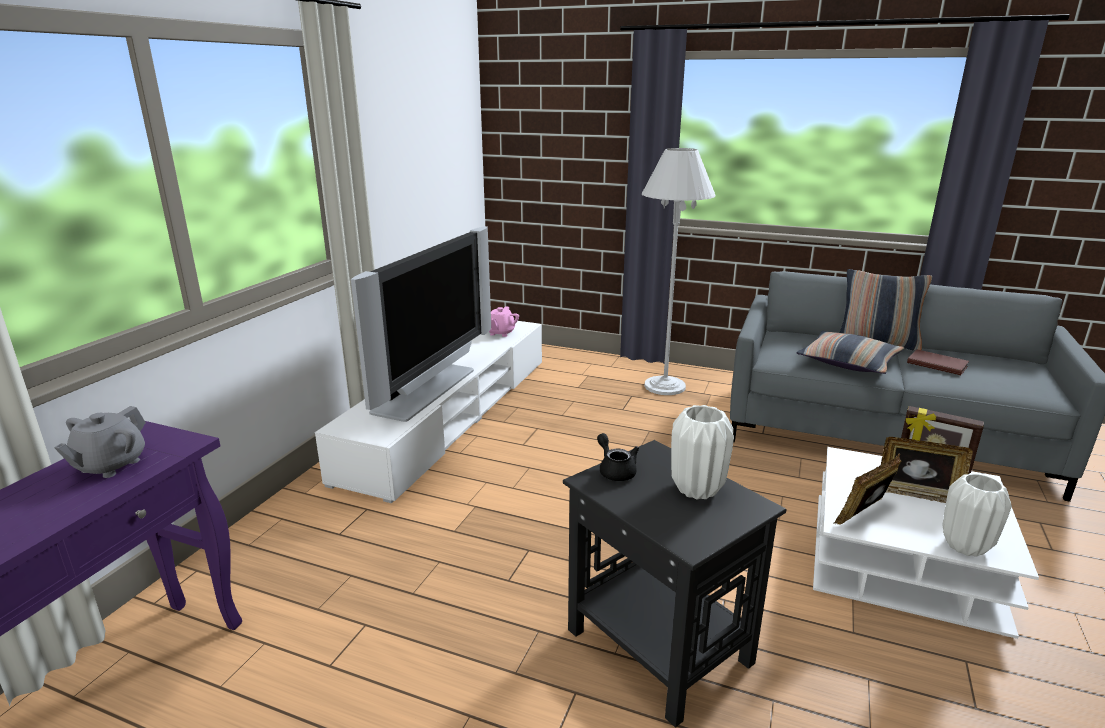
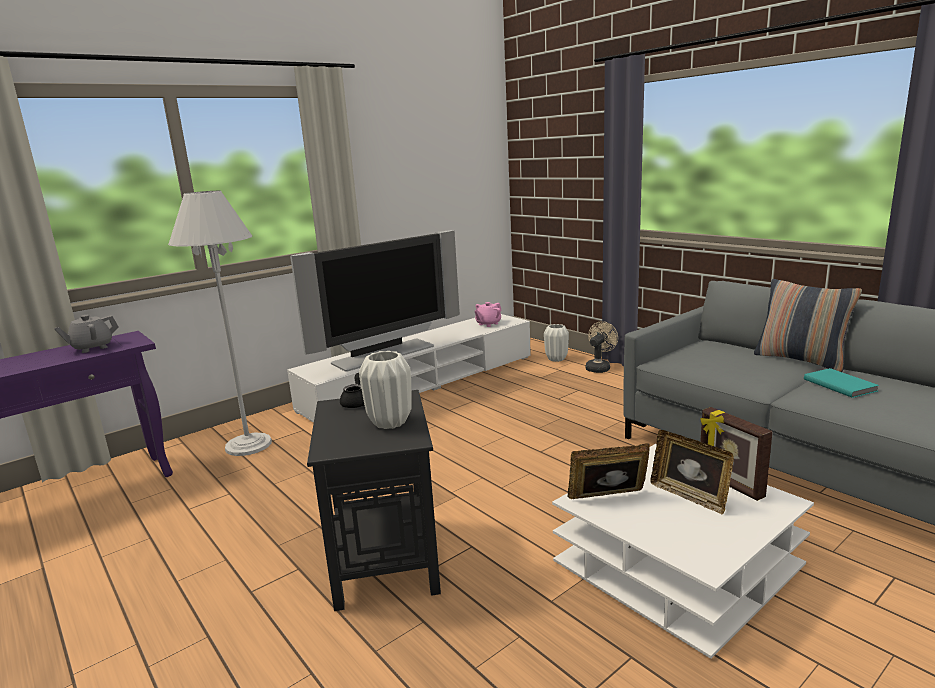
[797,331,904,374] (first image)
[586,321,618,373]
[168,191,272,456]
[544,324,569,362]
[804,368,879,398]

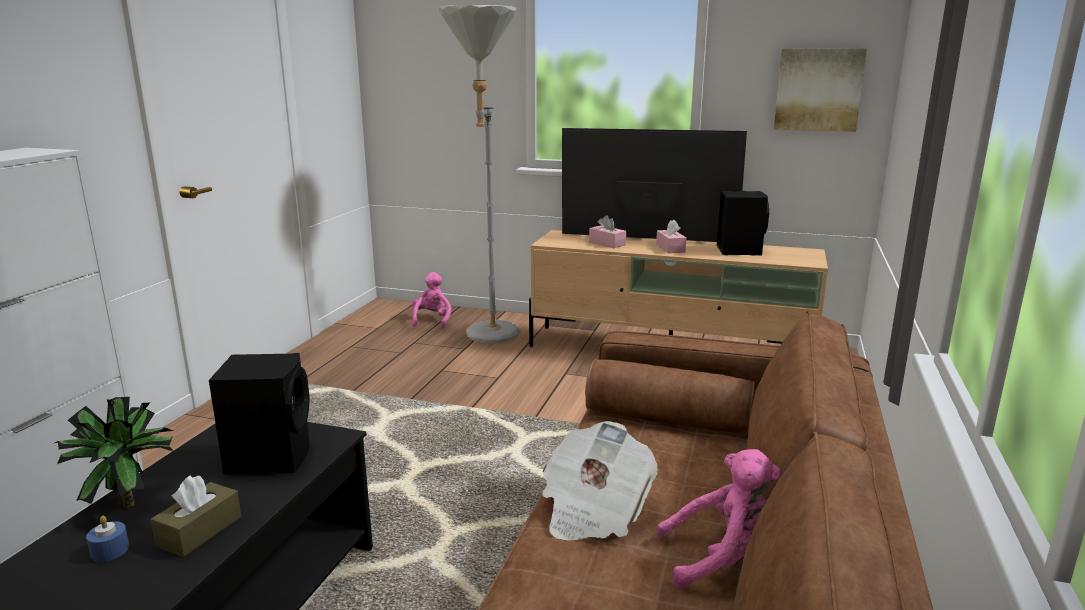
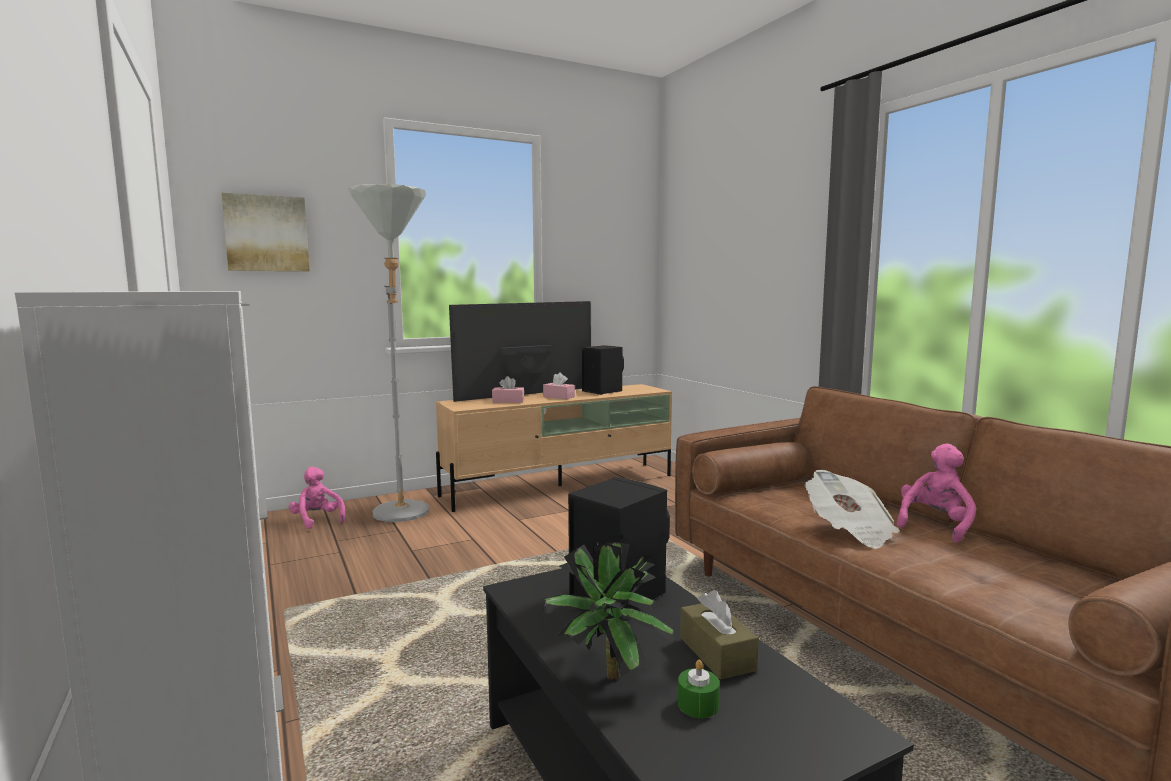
[222,193,310,271]
[678,660,720,718]

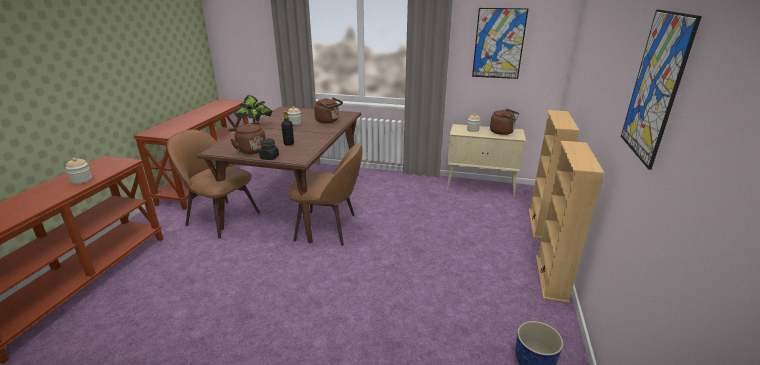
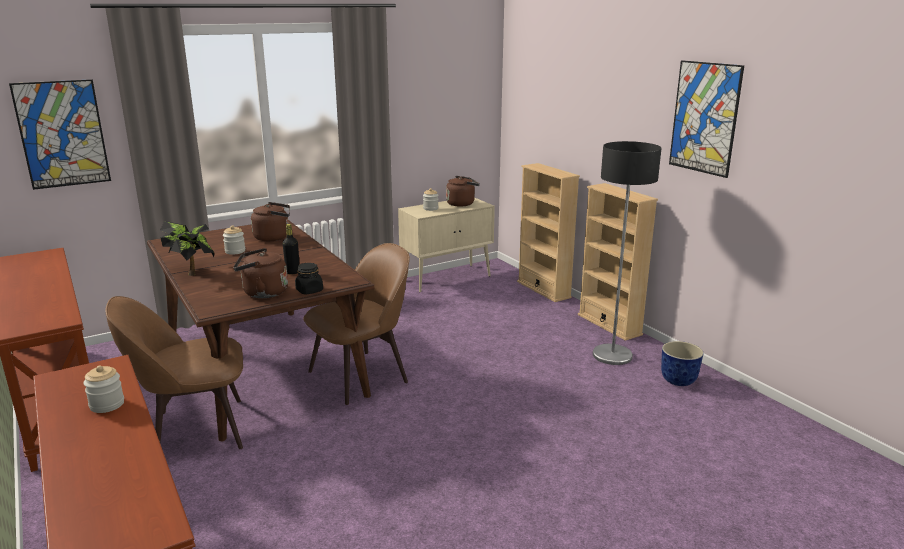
[593,141,662,365]
[9,79,111,190]

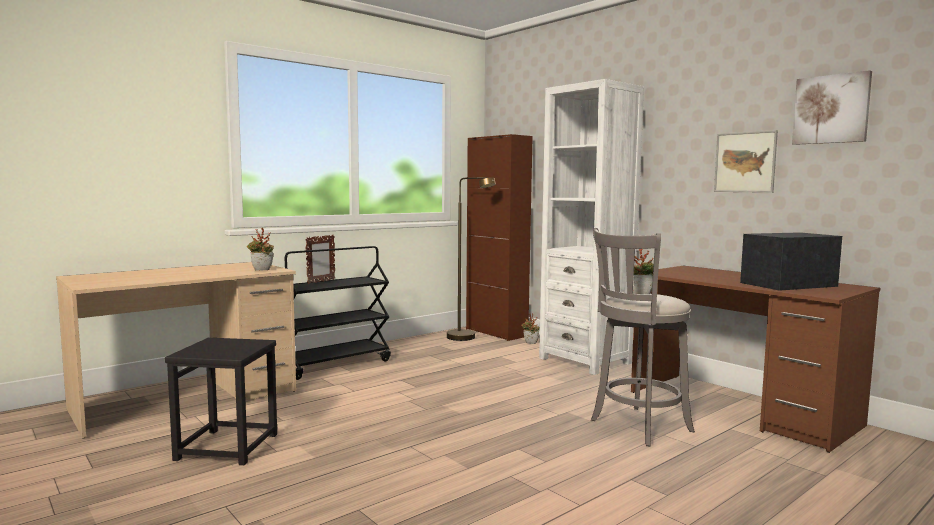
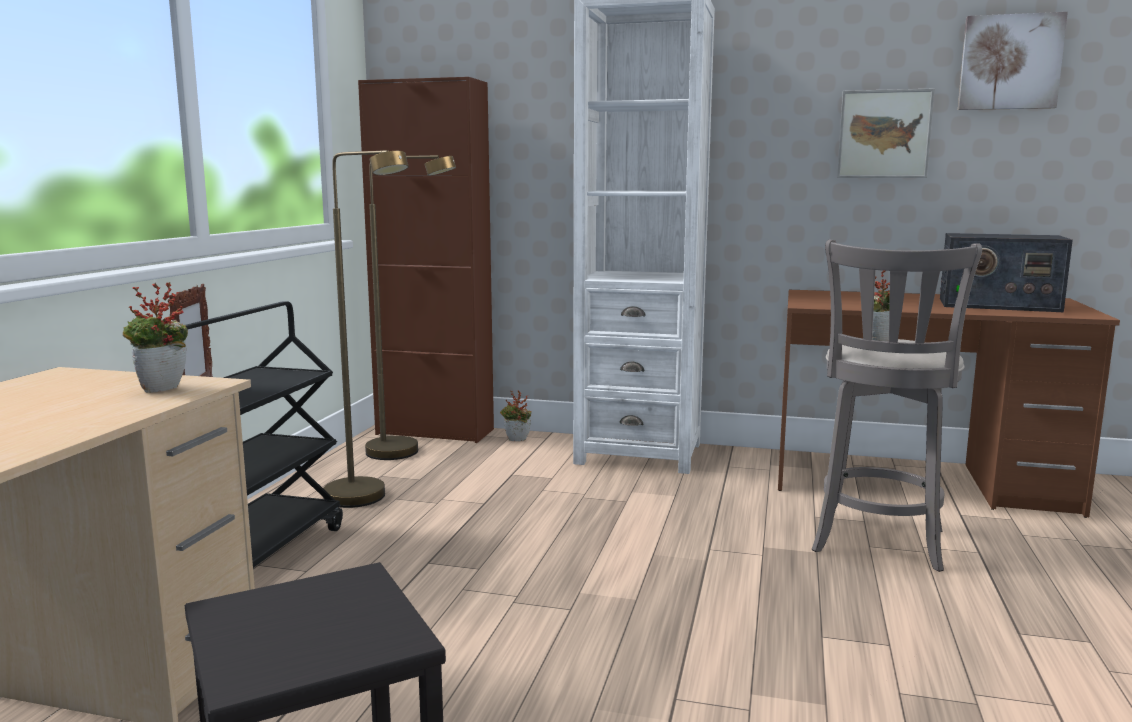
[323,150,409,508]
[940,233,1073,312]

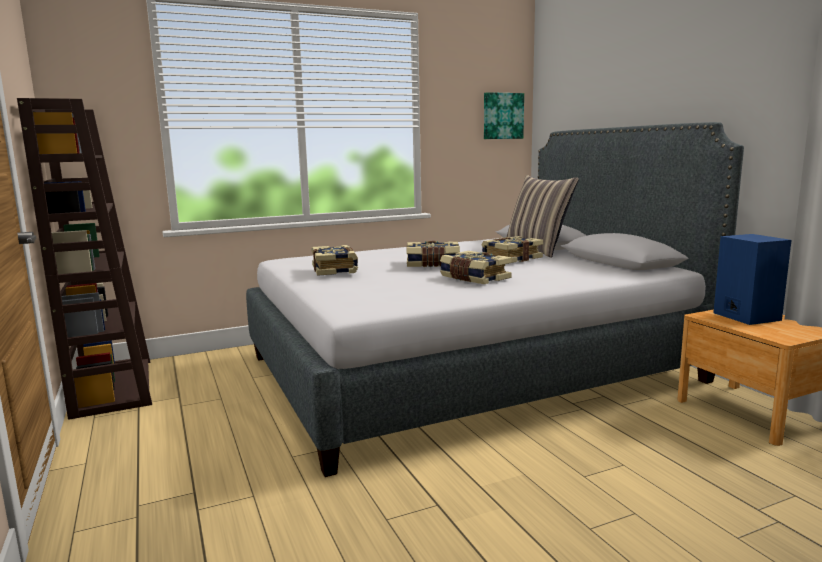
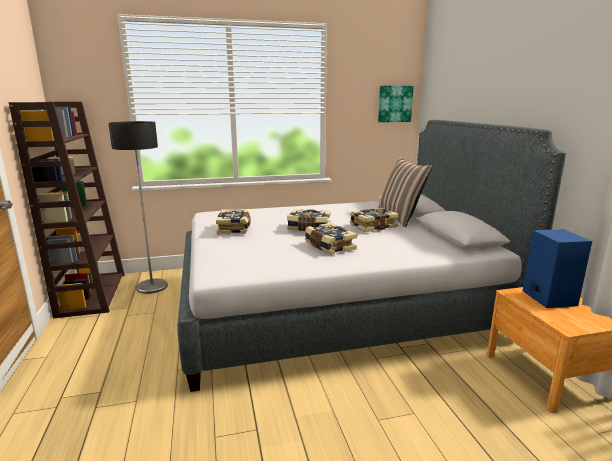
[108,121,168,294]

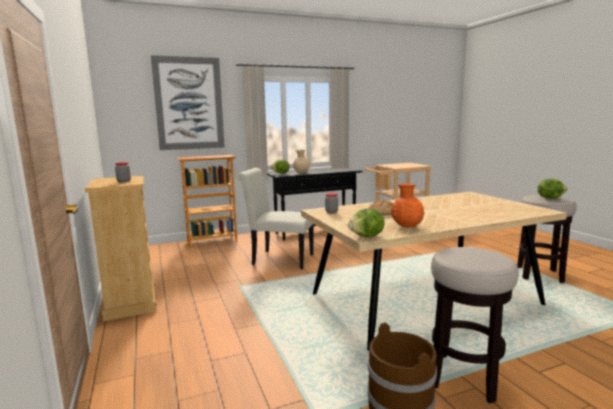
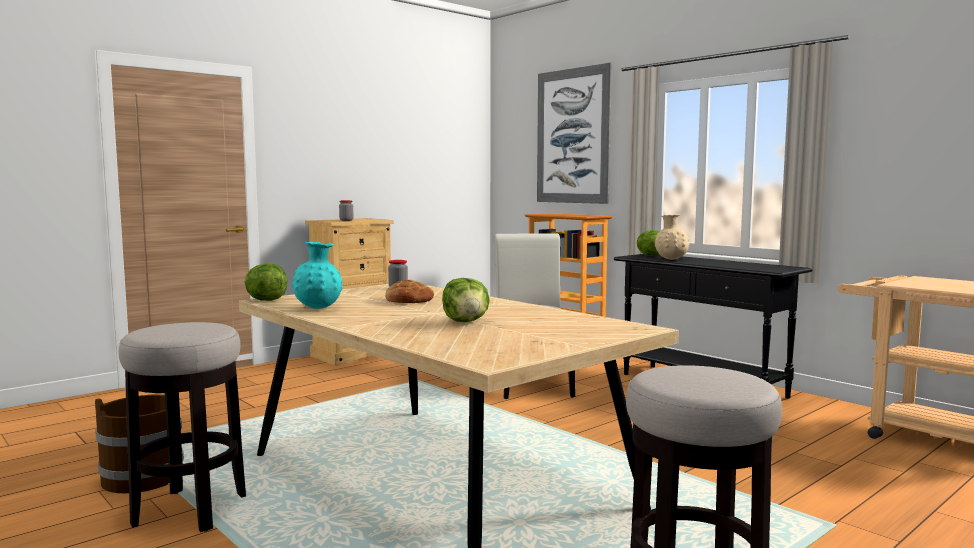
[442,278,490,322]
[292,242,343,309]

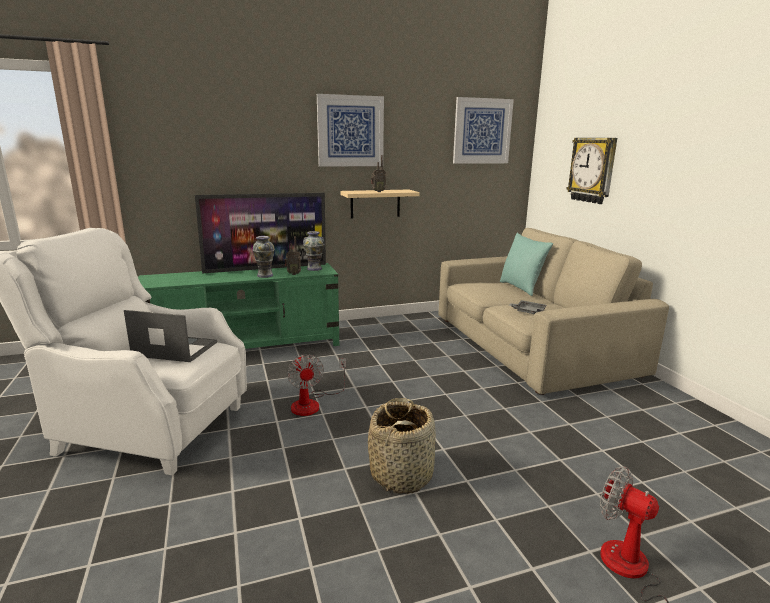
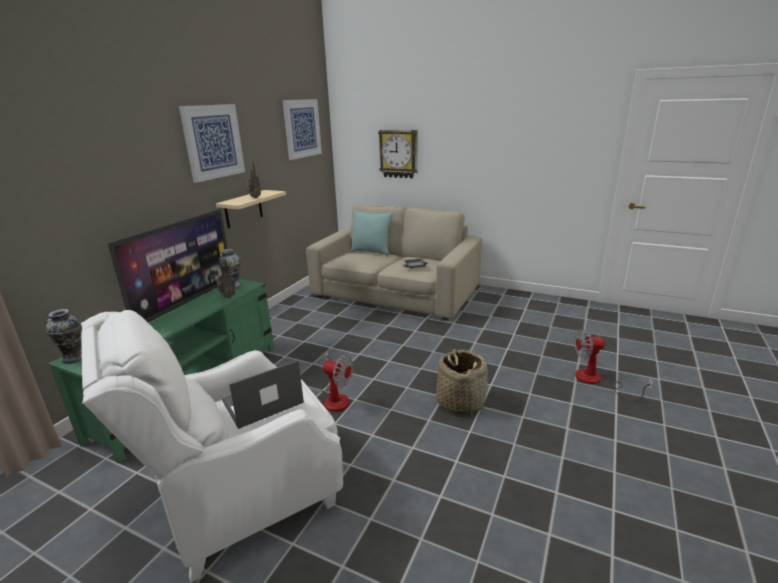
[45,309,82,364]

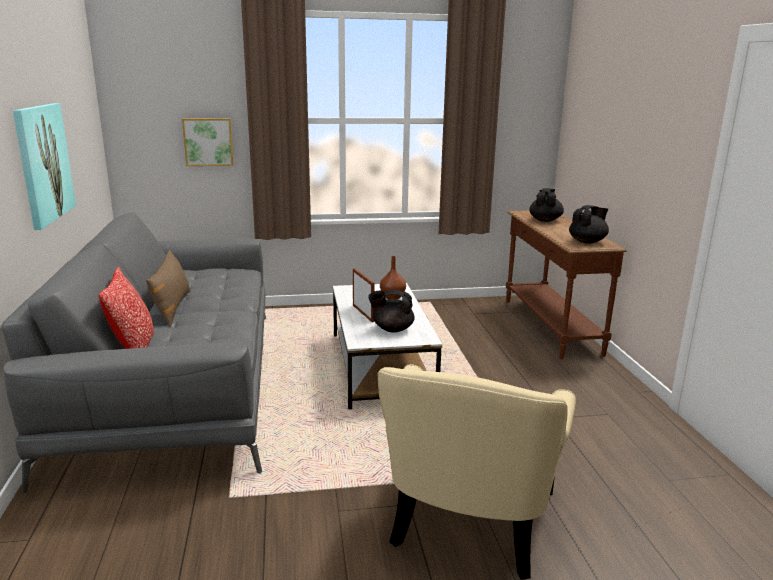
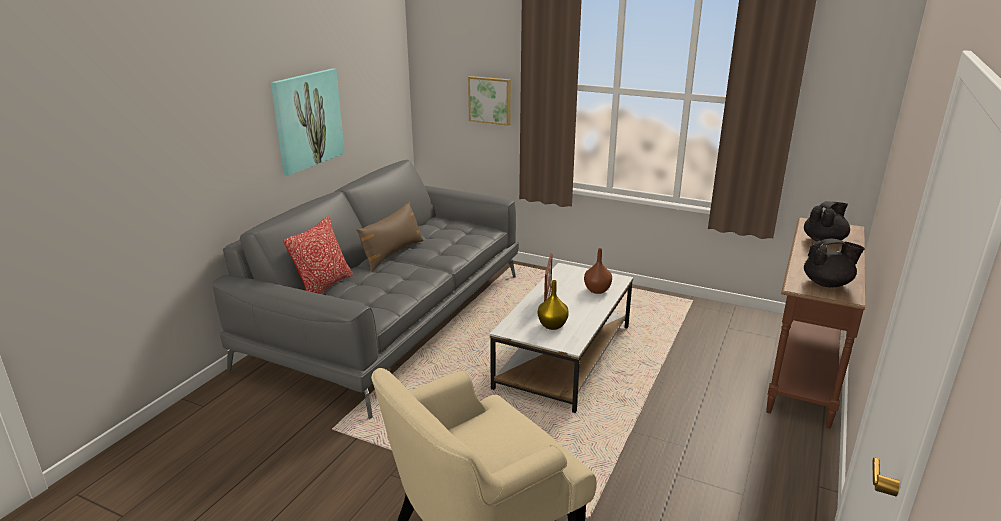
[538,280,569,330]

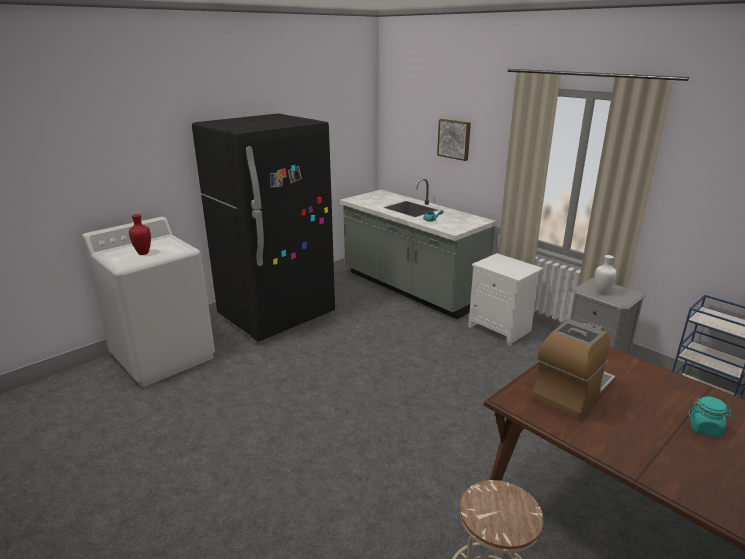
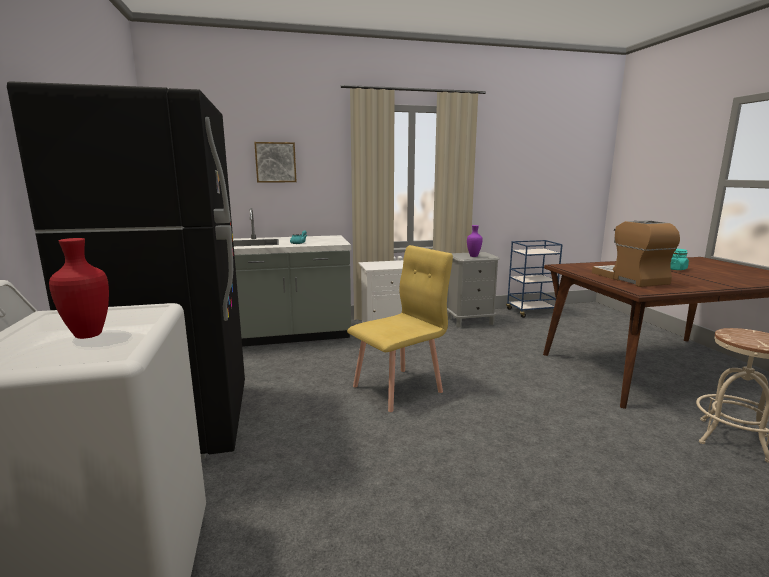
[347,245,453,412]
[467,225,482,257]

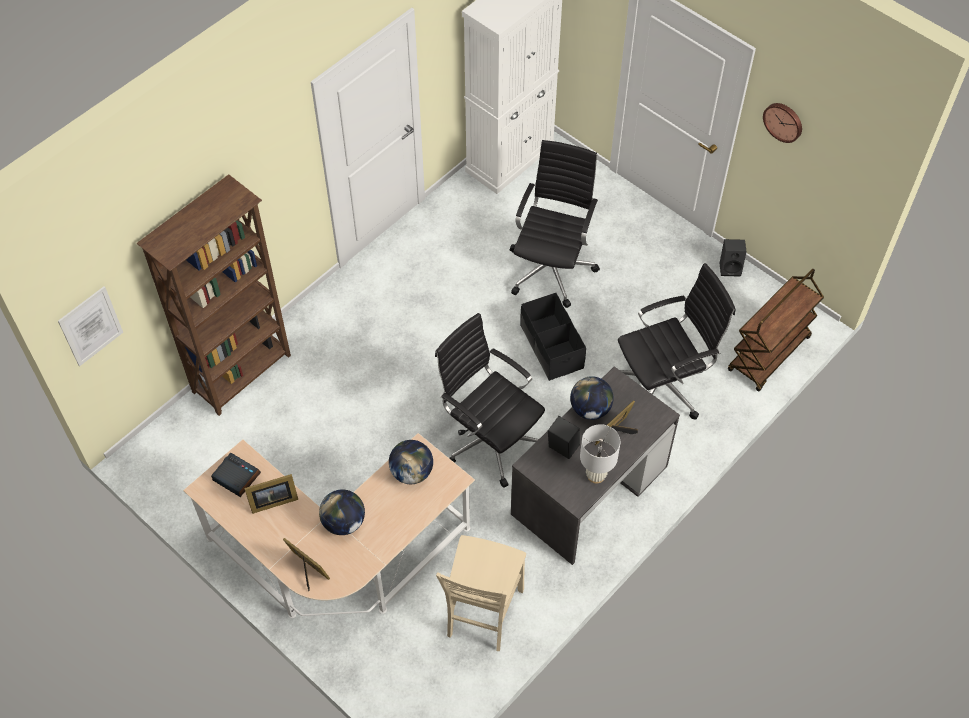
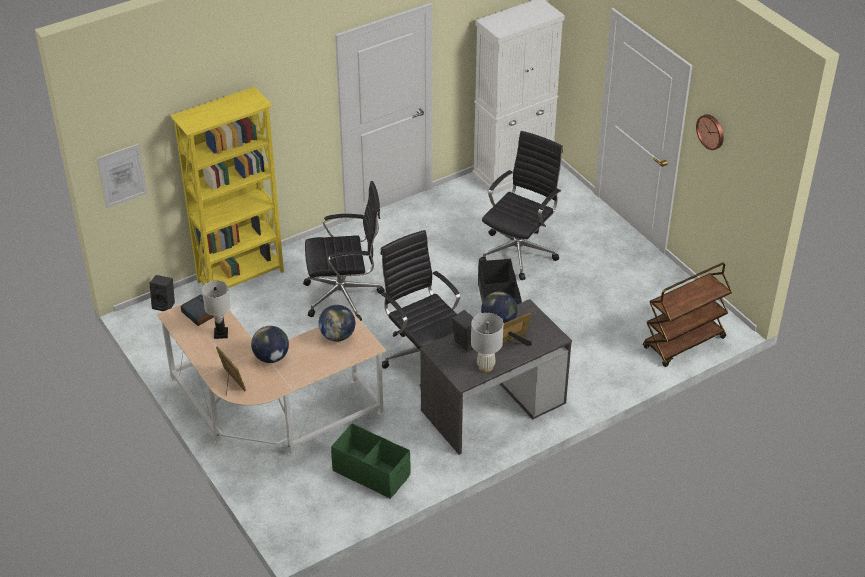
[303,181,385,321]
[150,275,175,311]
[202,280,231,339]
[331,423,411,499]
[170,87,284,288]

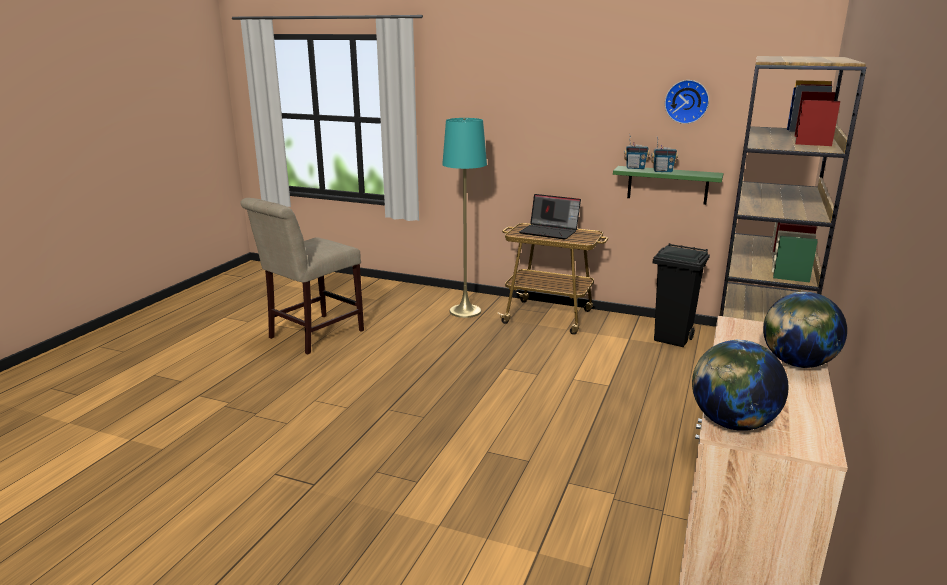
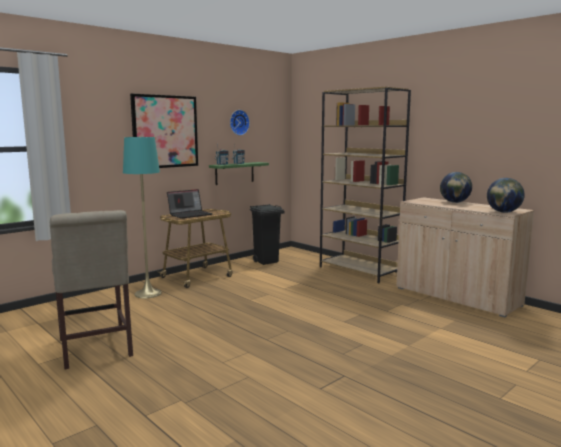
[130,94,198,168]

